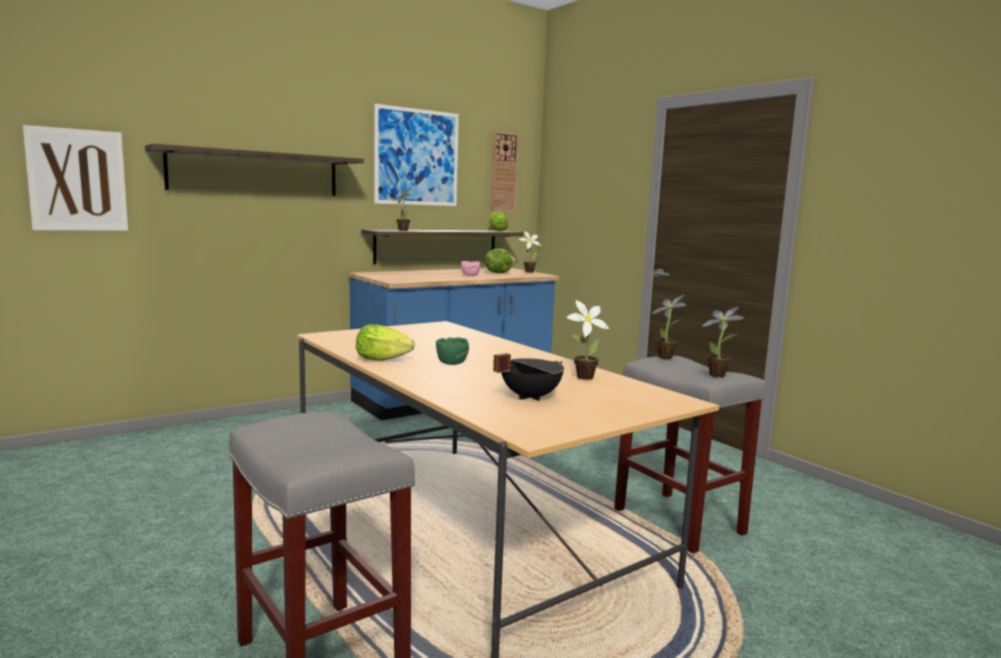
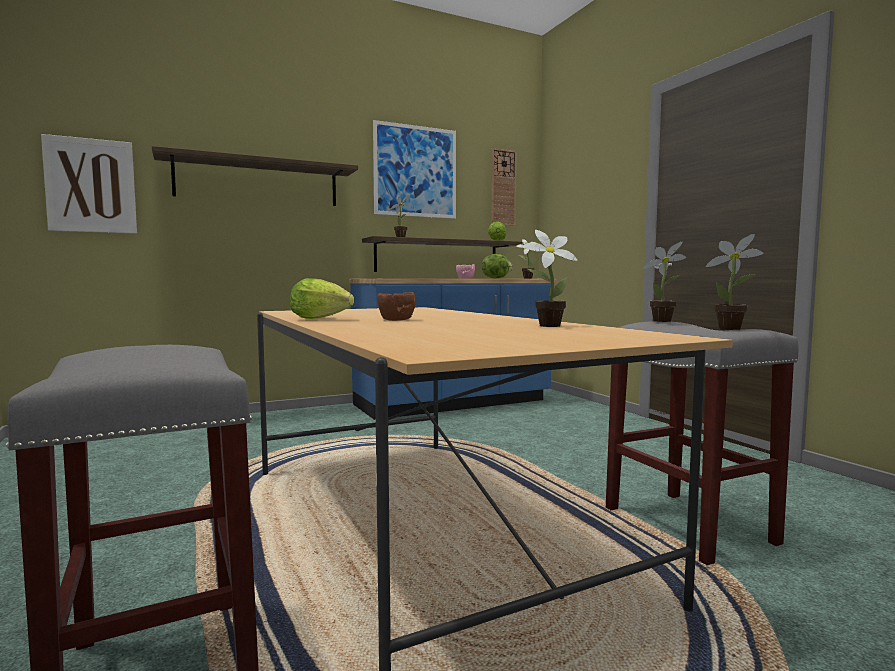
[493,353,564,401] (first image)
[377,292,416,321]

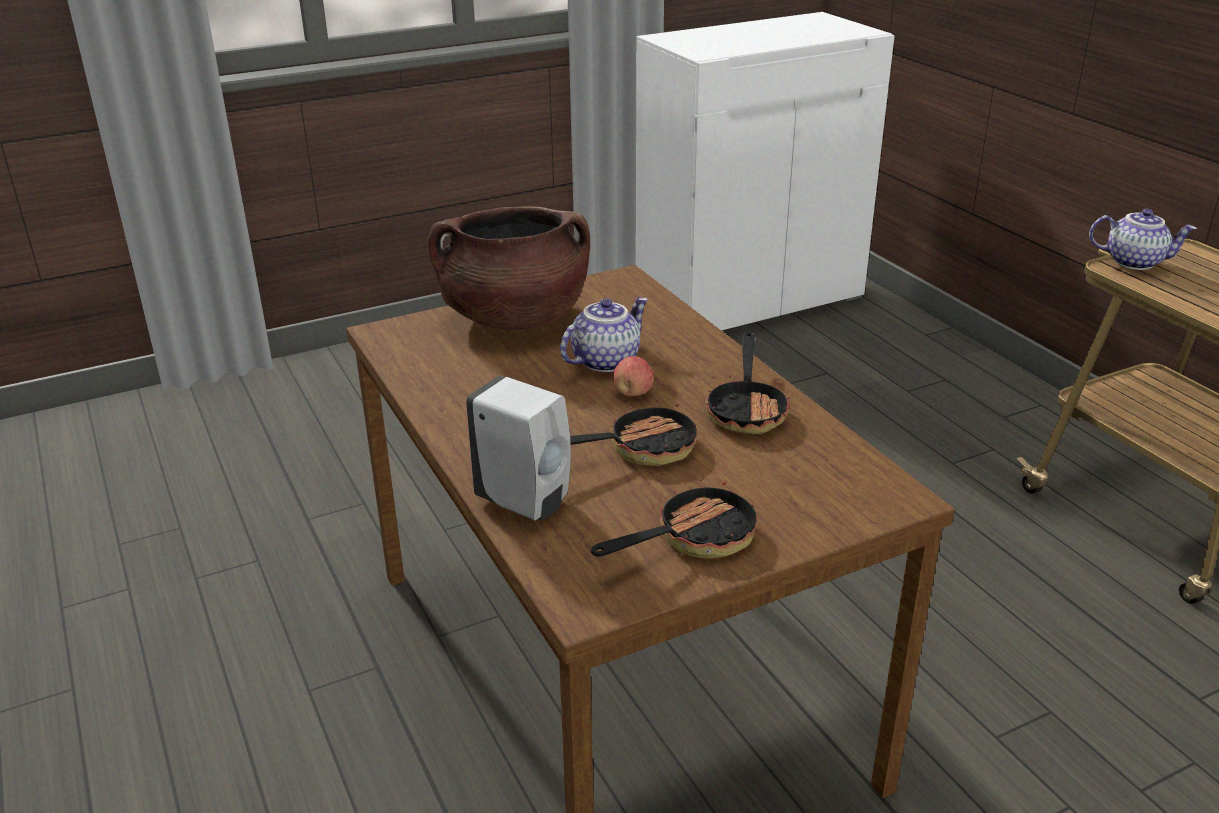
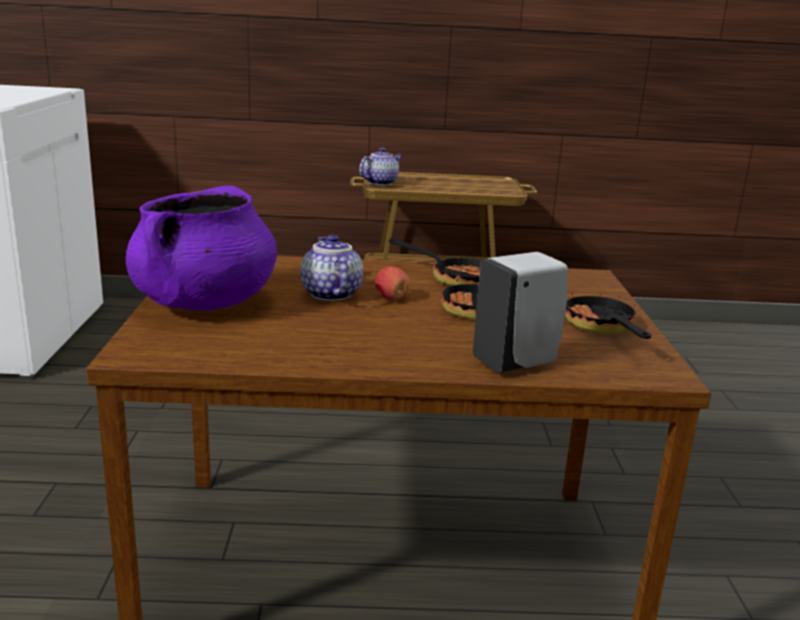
[126,186,277,311]

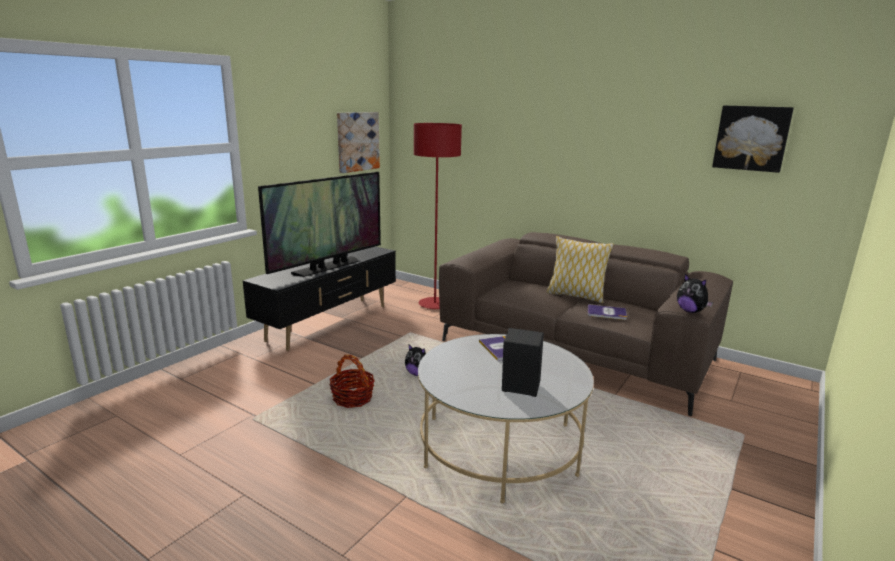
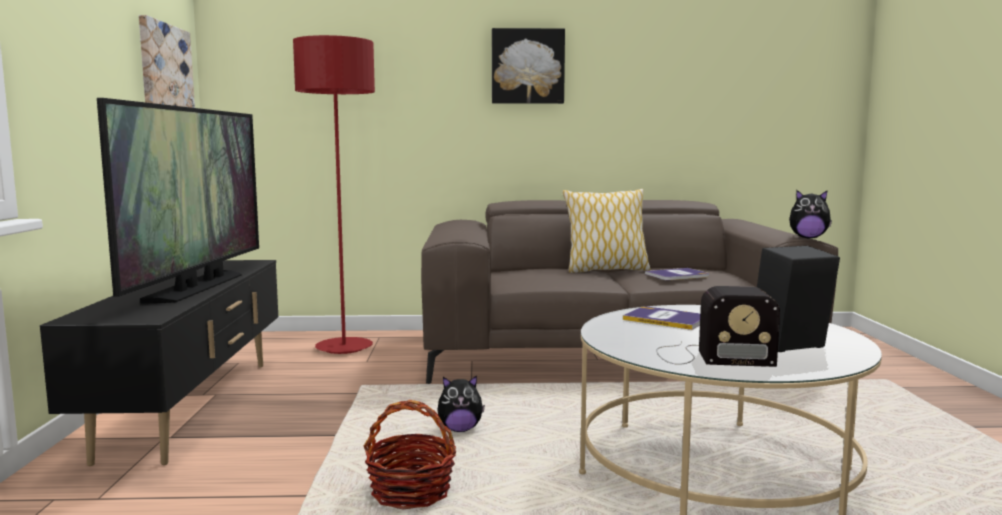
[656,286,780,367]
[492,28,565,104]

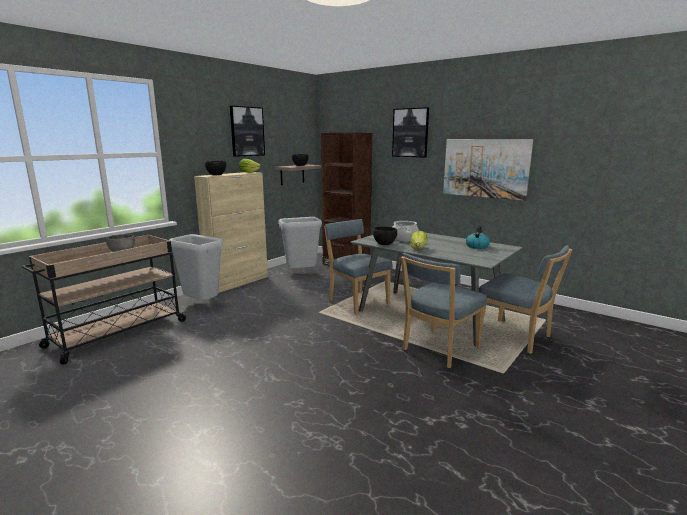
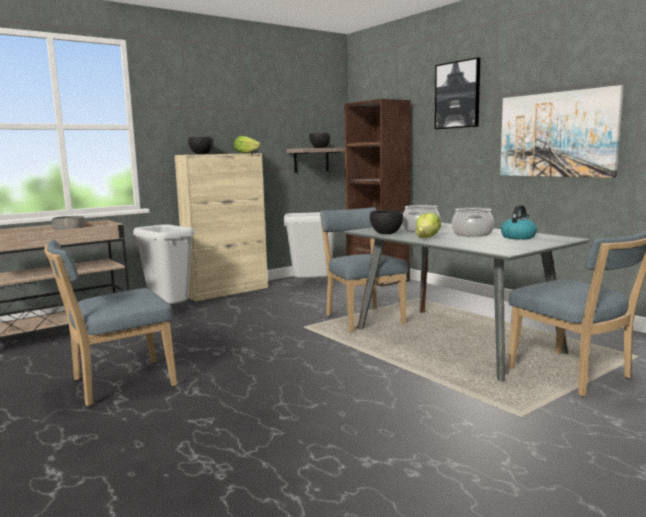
[230,106,265,157] (first image)
[452,208,494,237]
[44,239,177,406]

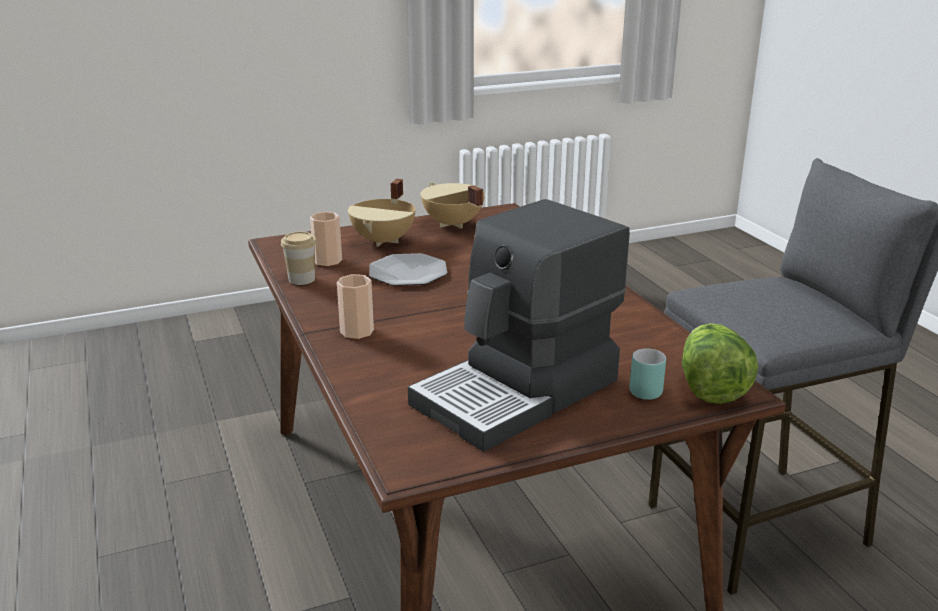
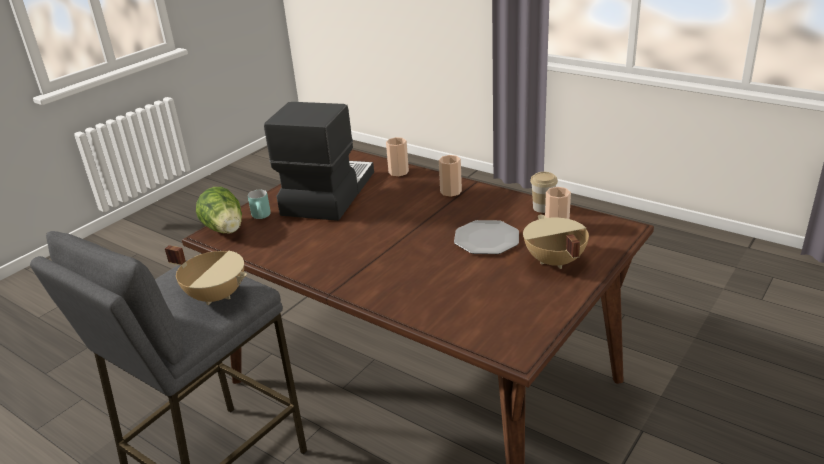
[386,137,409,176]
[165,245,247,305]

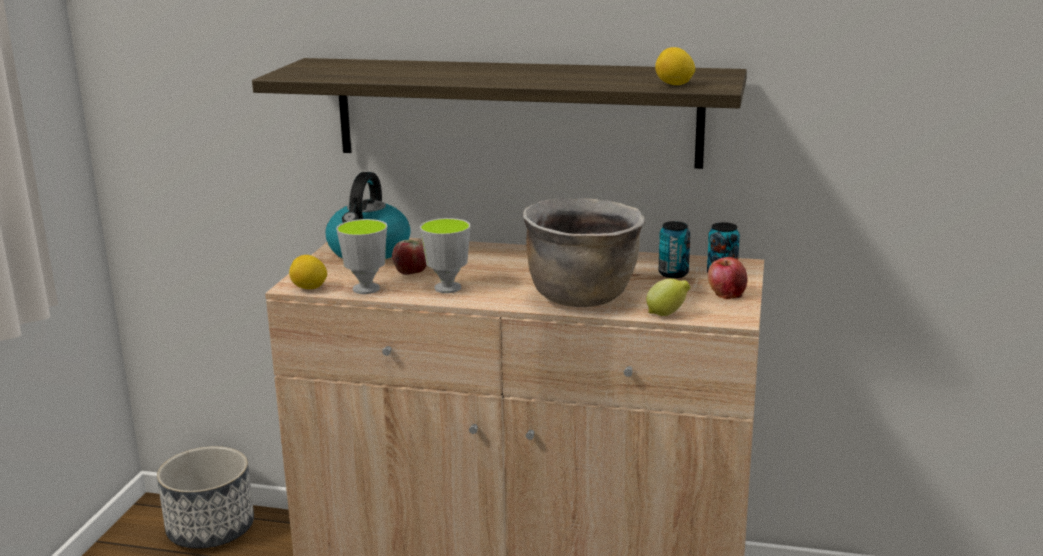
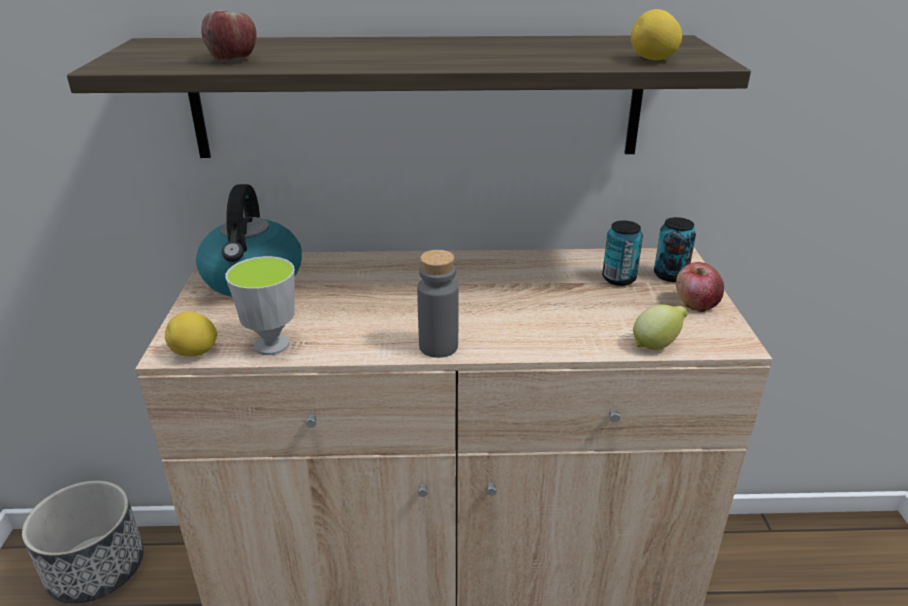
[420,218,471,293] (first image)
[523,198,645,307] (first image)
[417,250,459,358]
[201,10,257,61]

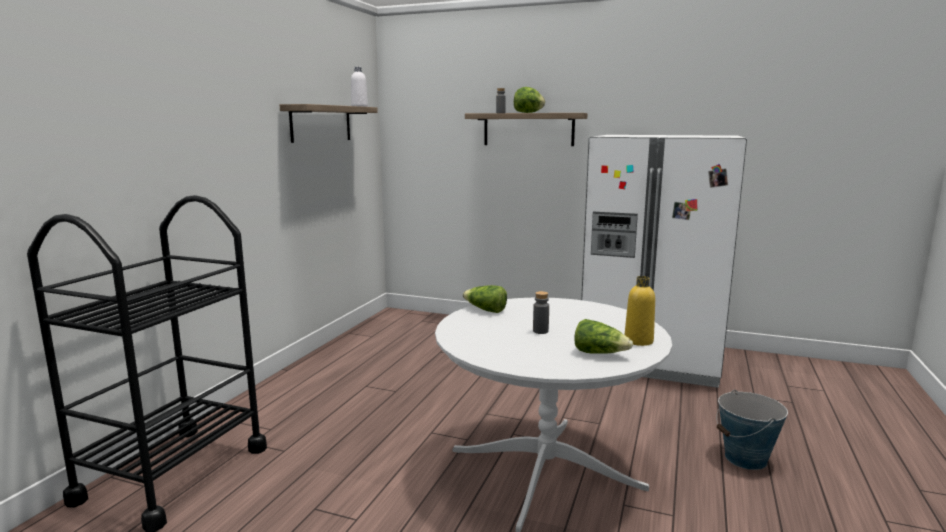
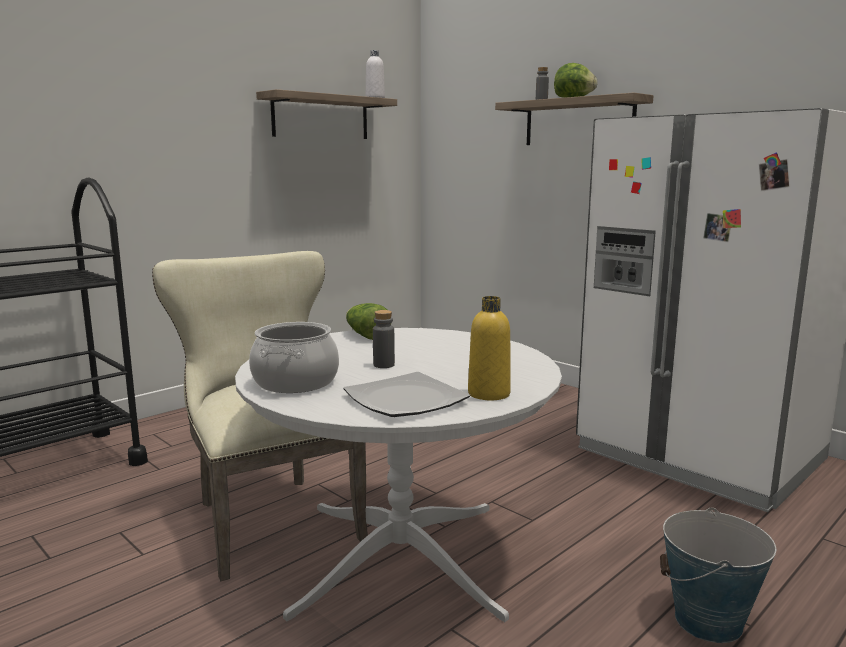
[152,251,368,581]
[249,322,339,393]
[343,372,470,417]

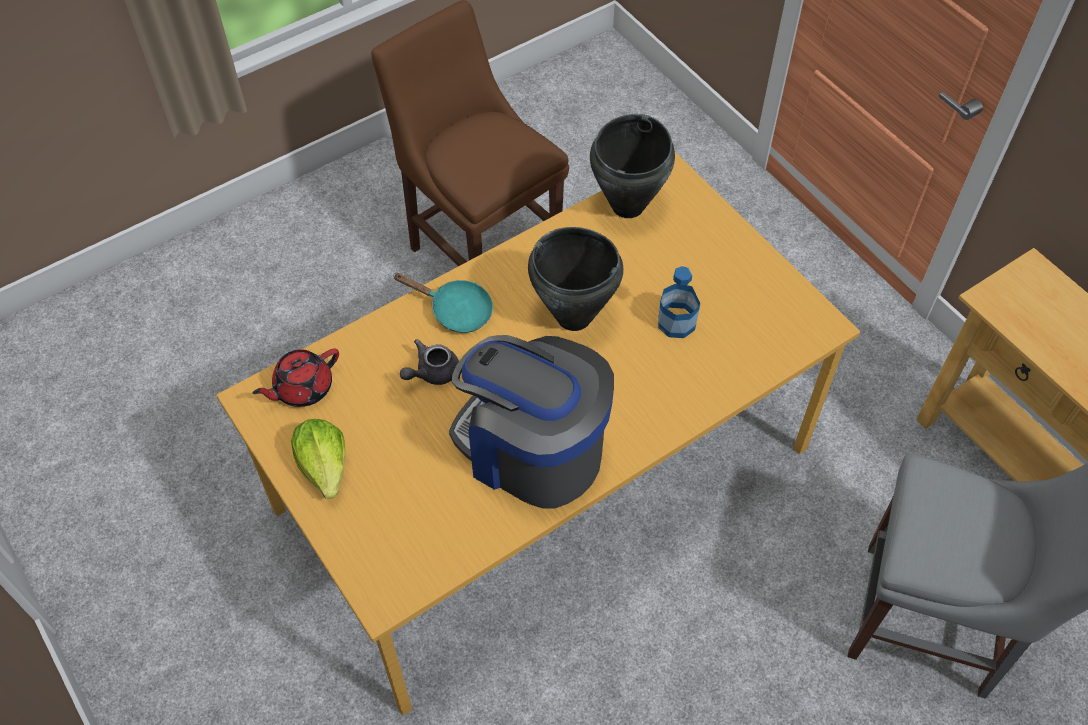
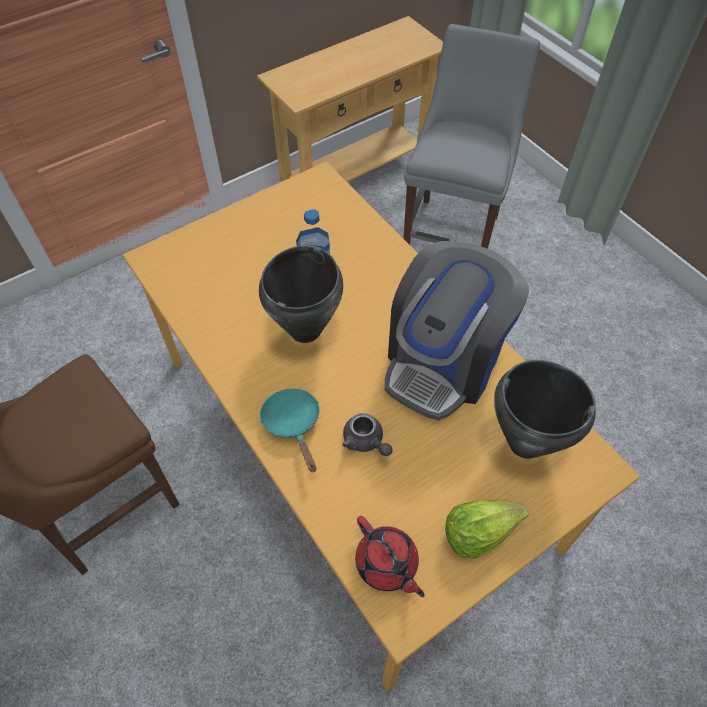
[494,360,596,459]
[260,389,320,472]

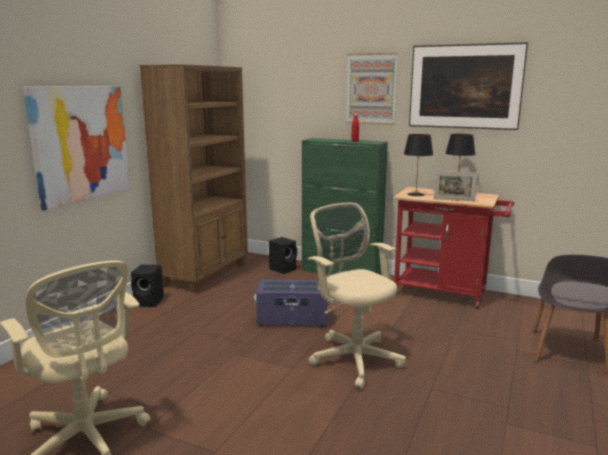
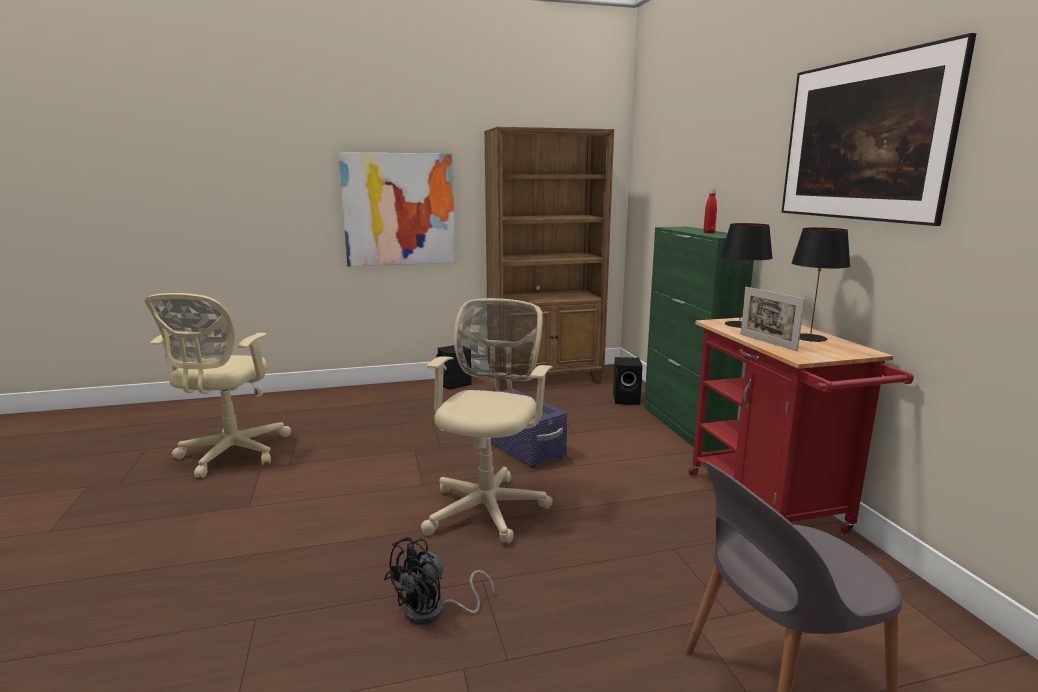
[346,53,398,125] (first image)
[384,537,495,625]

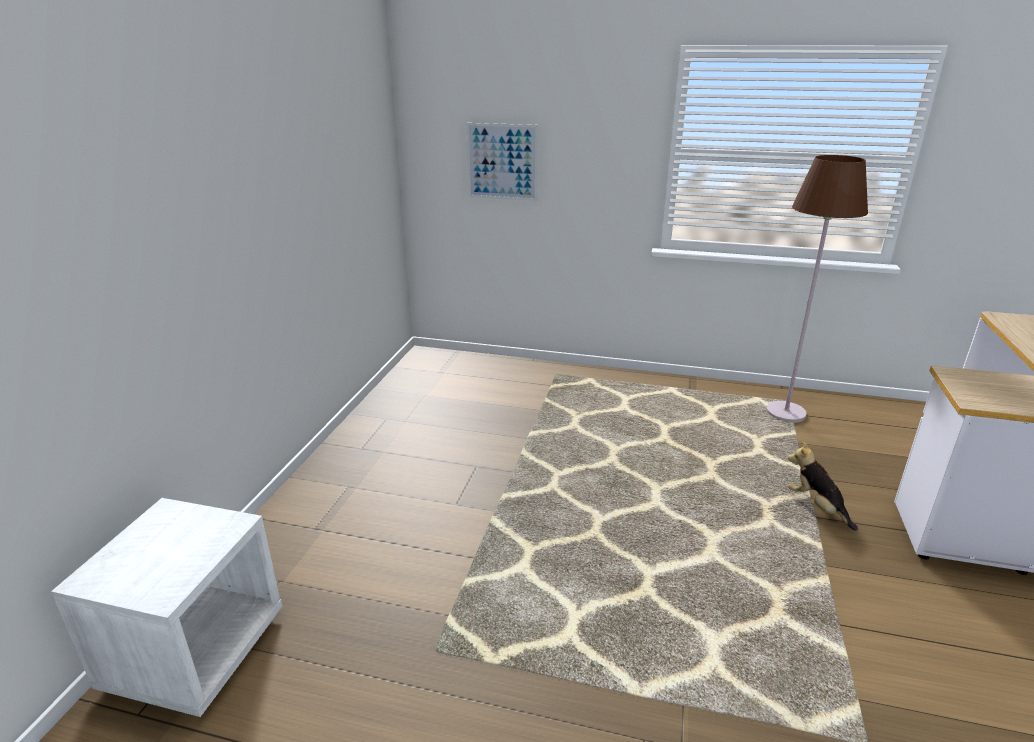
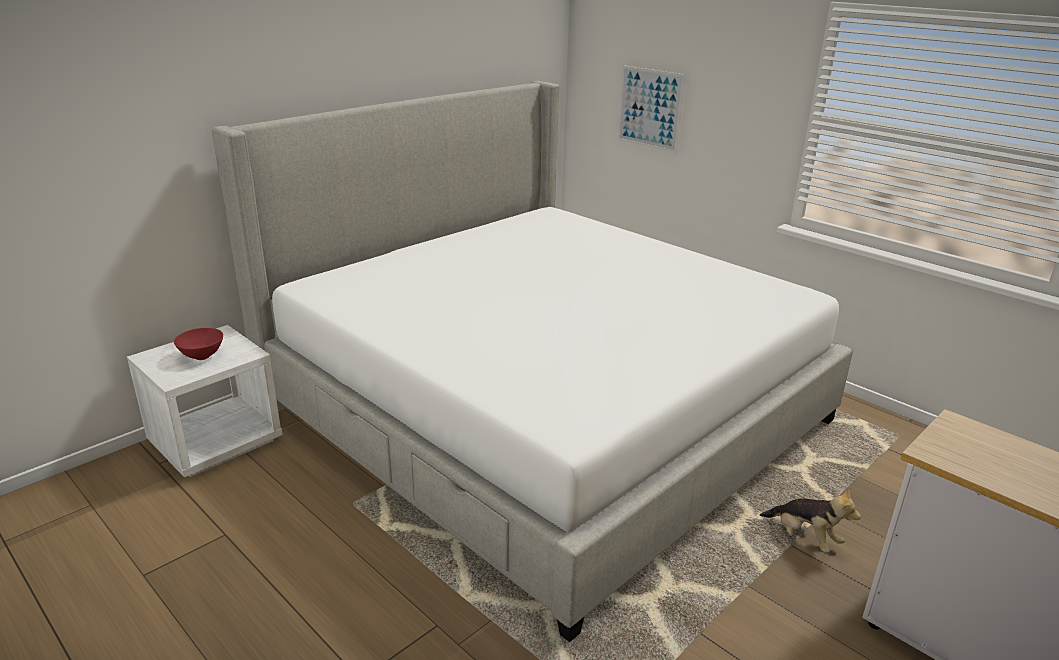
[766,155,868,423] (first image)
[174,328,223,360]
[212,81,853,642]
[760,488,861,553]

